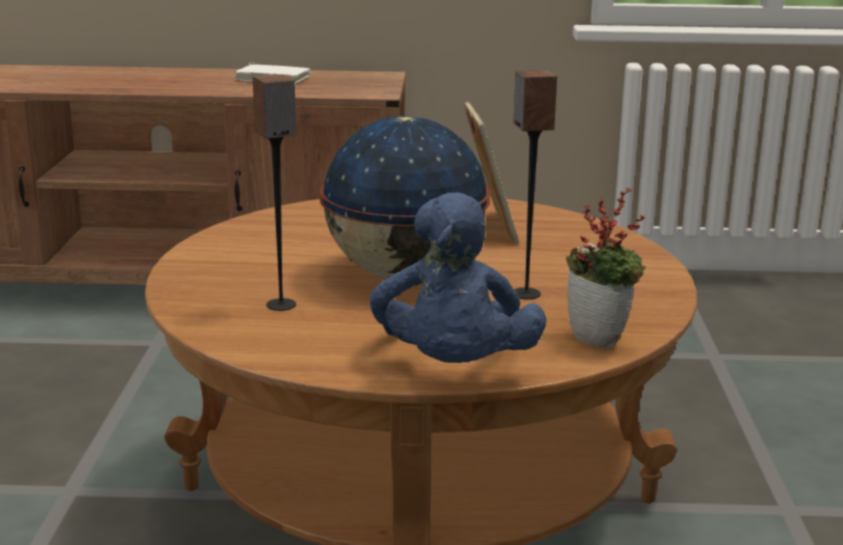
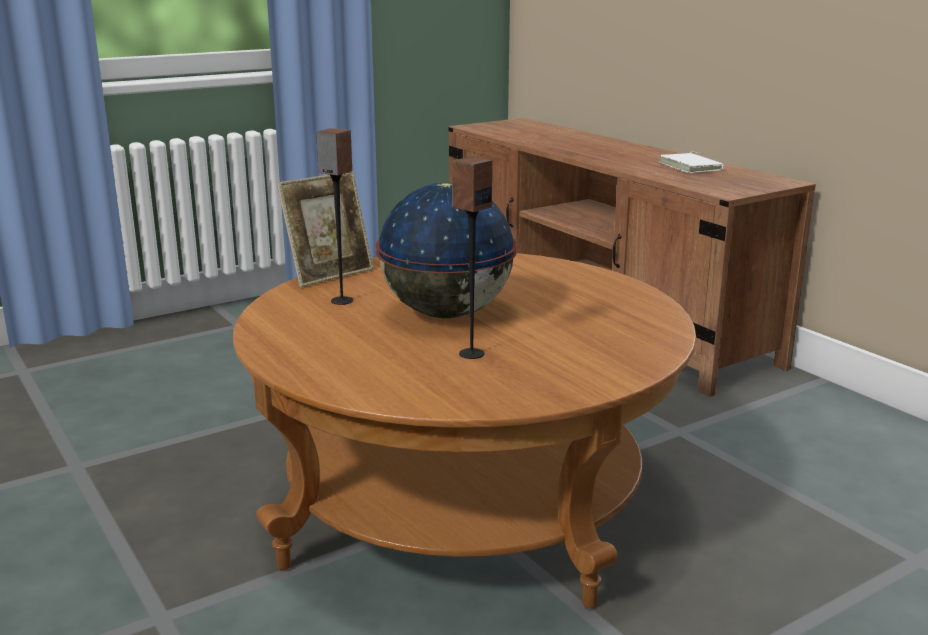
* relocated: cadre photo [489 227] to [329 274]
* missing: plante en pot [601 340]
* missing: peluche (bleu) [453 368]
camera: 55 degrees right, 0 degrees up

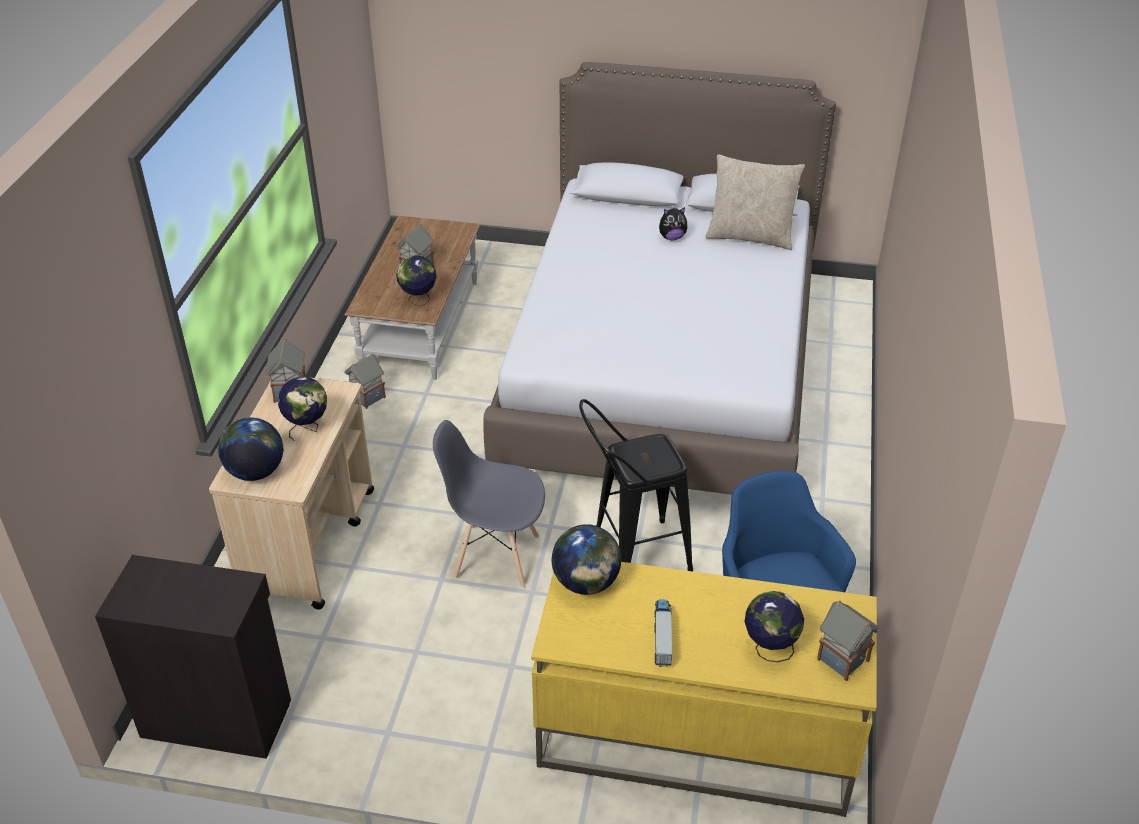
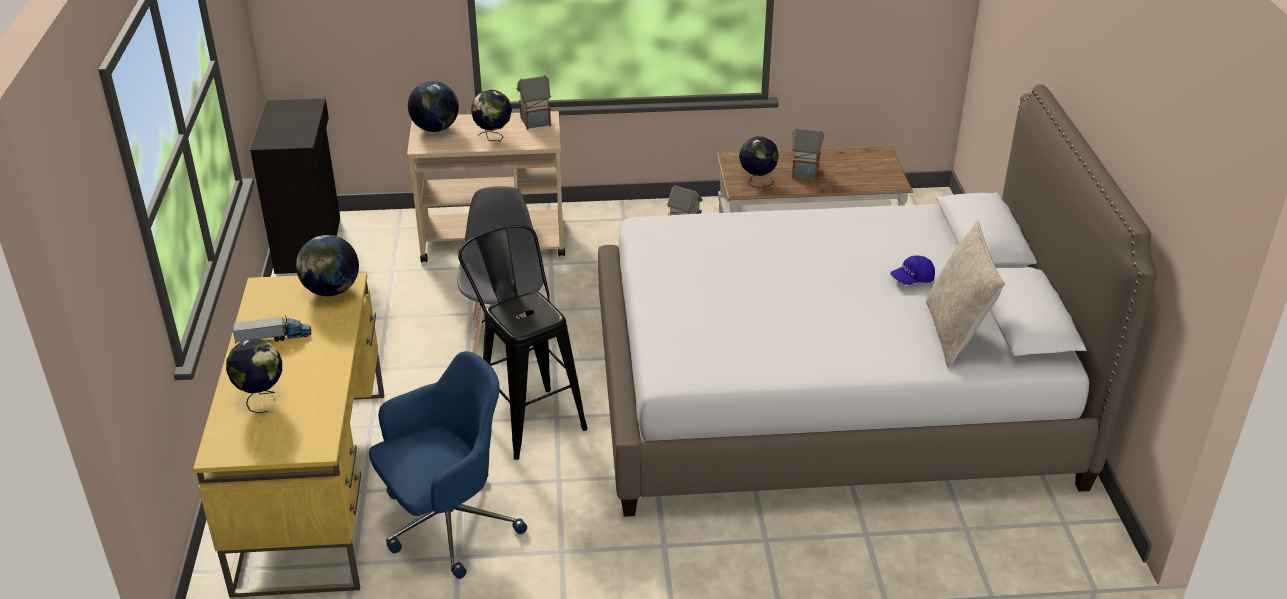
* exchanged: peluche [672 237] to casquette (bleu) [912 279]
* missing: maison miniature [841 659]
camera: 75 degrees right, 5 degrees down

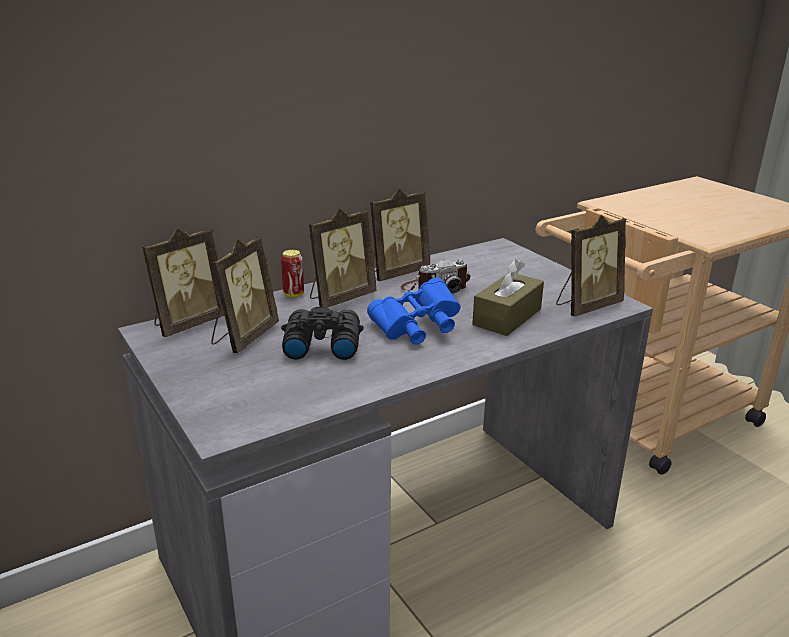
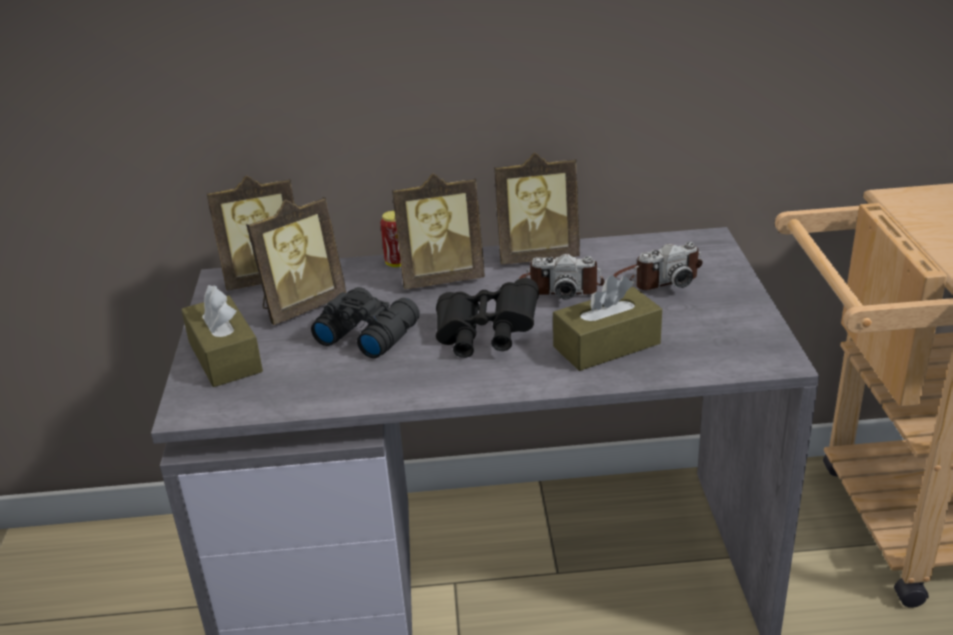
* missing: cadre photo [586 306]
* colour: jumelles (bleu) [416 328] to jumelles (noir) [485 337]
* appeared: appareil photo [657 278]
* appeared: boîte à mouchoirs (marron) [225 357]
camera: 30 degrees right, 5 degrees up

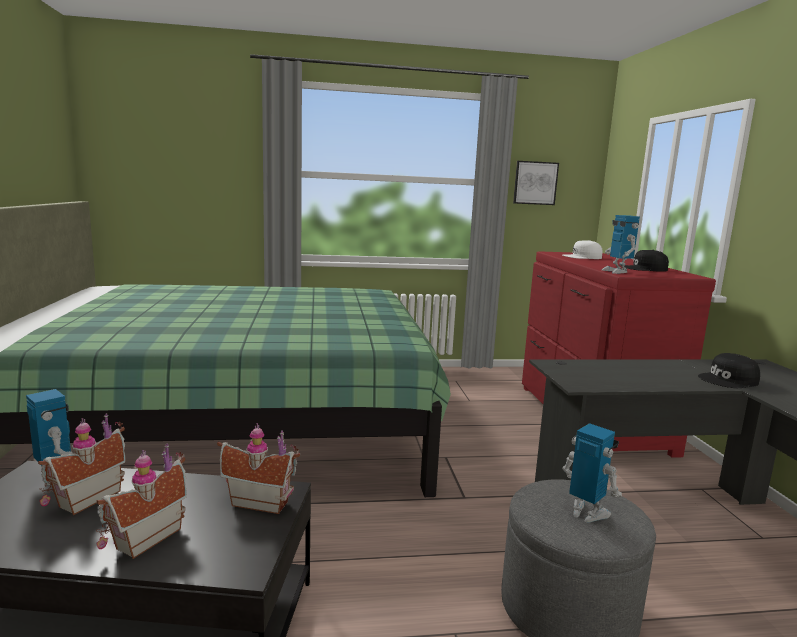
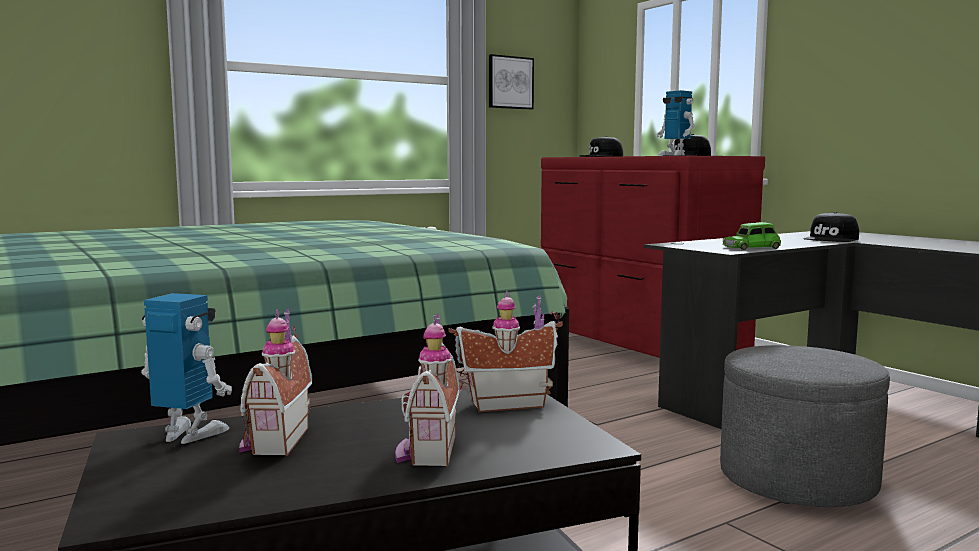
* colour: casquette (blanc) [582 257] to casquette (noir) [602 156]
* missing: robot jouet [586 514]
* appeared: petite voiture (vert) [752 247]
camera: 25 degrees left, 5 degrees down

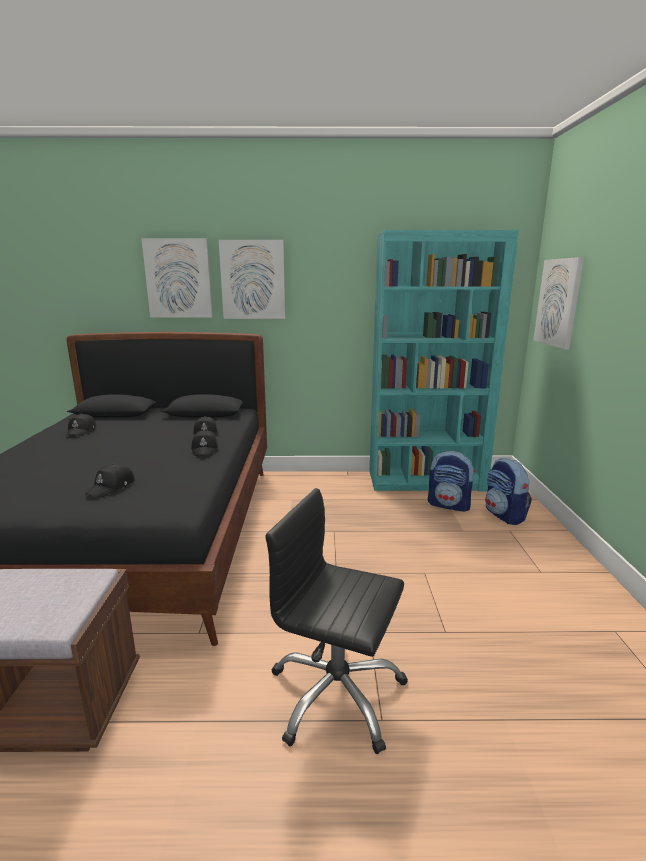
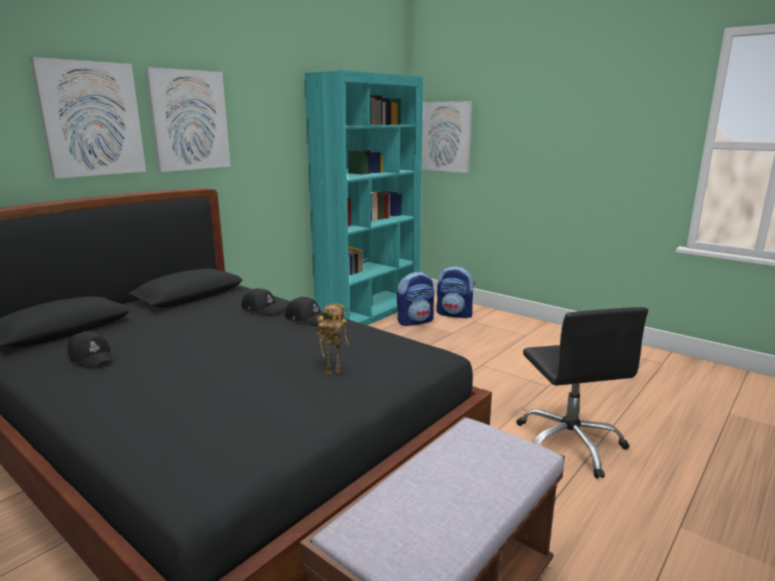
* exchanged: casquette (noir) [112 487] to robot jouet [333 371]
* spun: chaise de bureau (noir) [336 694] = [569 444] 75 degrees counterclockwise
camera: 50 degrees left, 0 degrees up

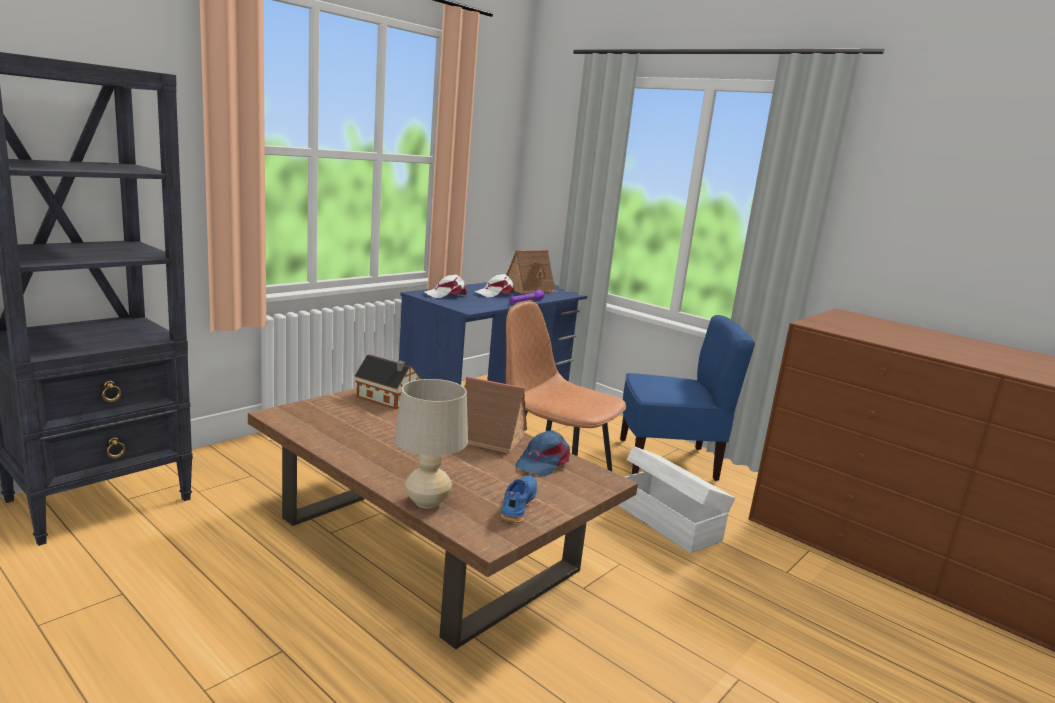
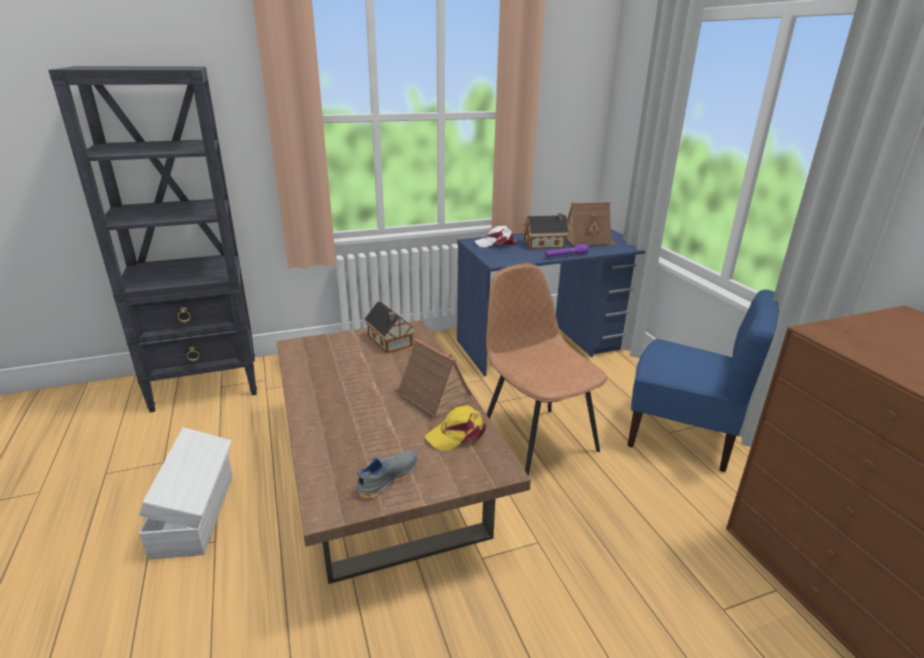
* exchanged: casquette (blanc) [495 293] to maison miniature [546 244]
* missing: lampe de table (beige) [427 502]
* colour: casquette (bleu) [542 462] to casquette (jaune) [458 434]
* relocated: boîte de rangement (blanc) [668 521] to [196 513]
* colour: chaussure (bleu) [517 506] to chaussure (gris) [386 479]
camera: 30 degrees right, 10 degrees up

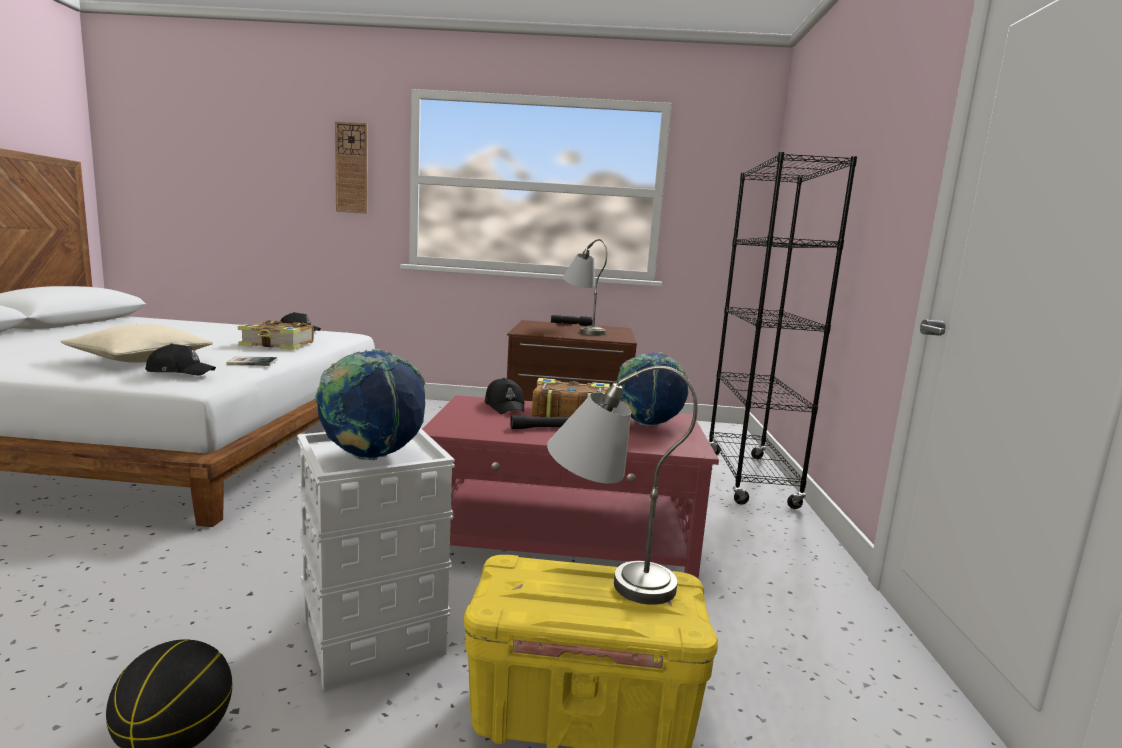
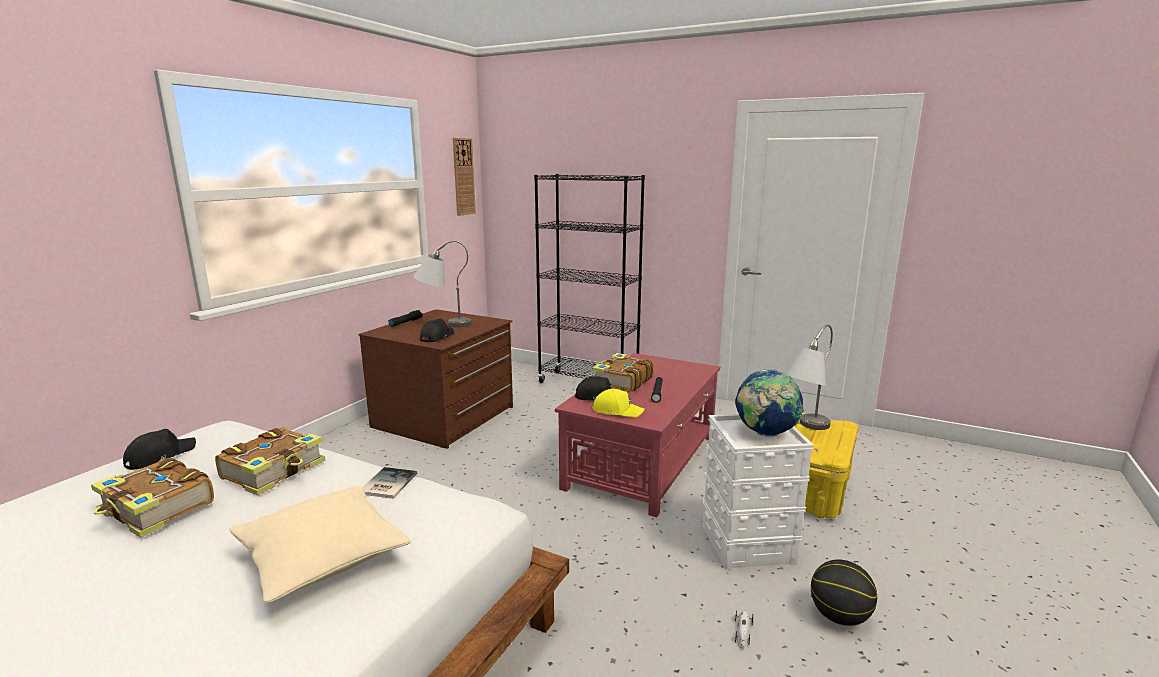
* relocated: horloge murale [352 168] to [463 177]
* relocated: casquette (noir) [180 371] to [437 337]
* missing: globe [648 425]
* appeared: casquette (jaune) [617 411]
* appeared: livre [156 509]
* appeared: petite voiture [743 632]
camera: 65 degrees left, 5 degrees up

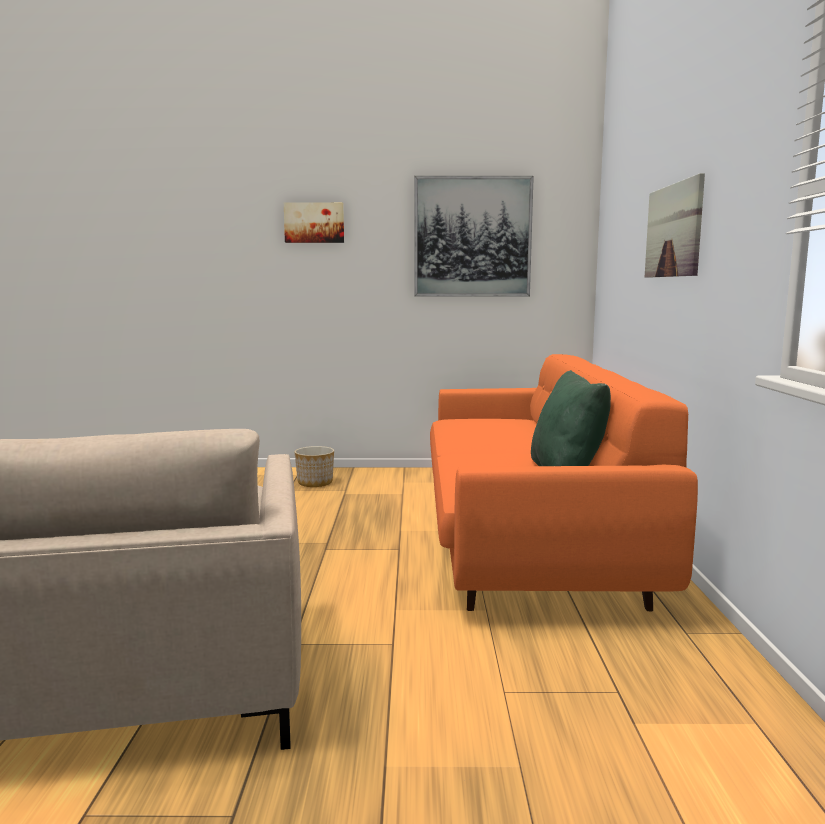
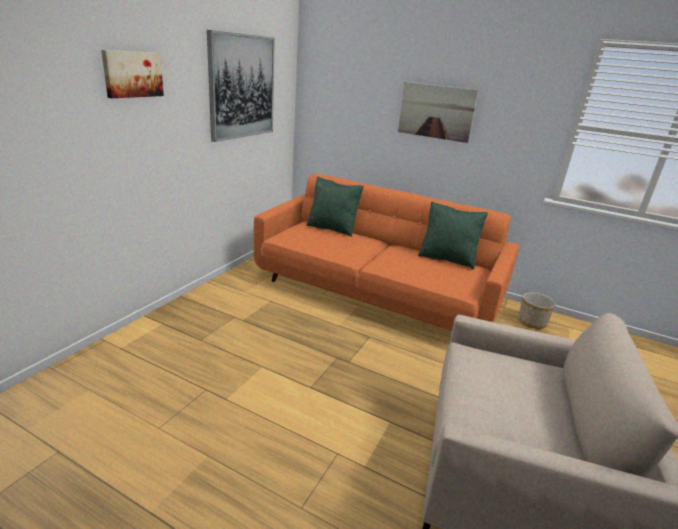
* relocated: cache-pot [315 483] to [532 322]
* appeared: coussin (vert) [332 228]
camera: 65 degrees left, 15 degrees up

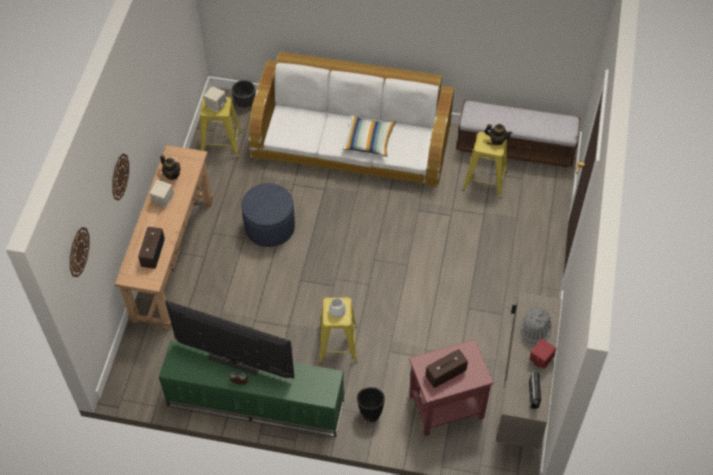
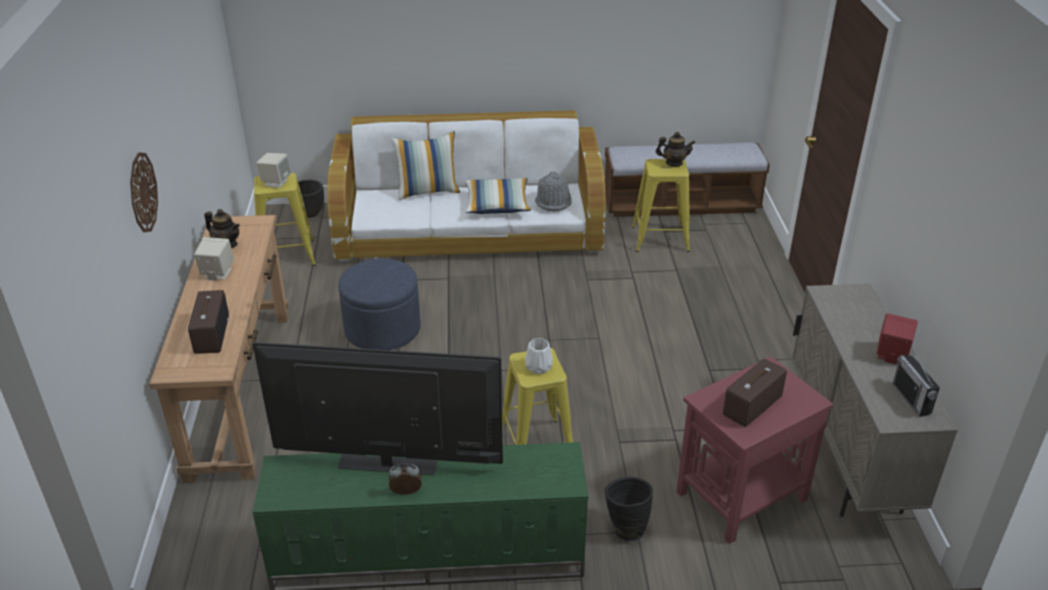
* missing: horloge murale [78 252]
* relocated: chapeau (gris) [535 328] to [553 202]
* appeared: coussin [428 191]
camera: 15 degrees left, 20 degrees down

